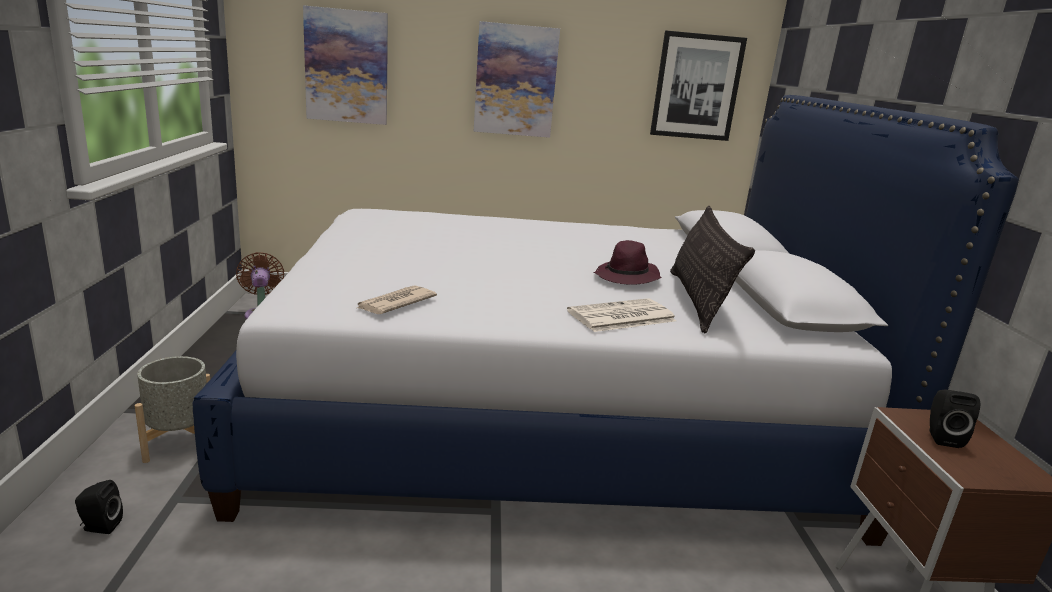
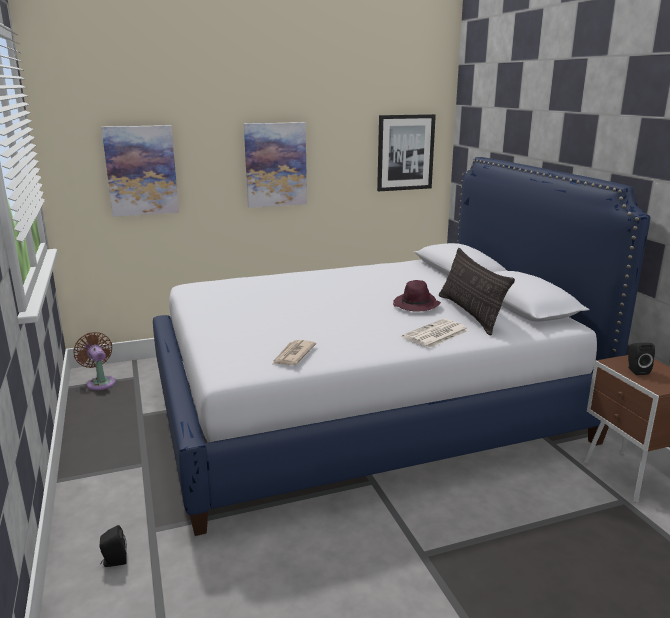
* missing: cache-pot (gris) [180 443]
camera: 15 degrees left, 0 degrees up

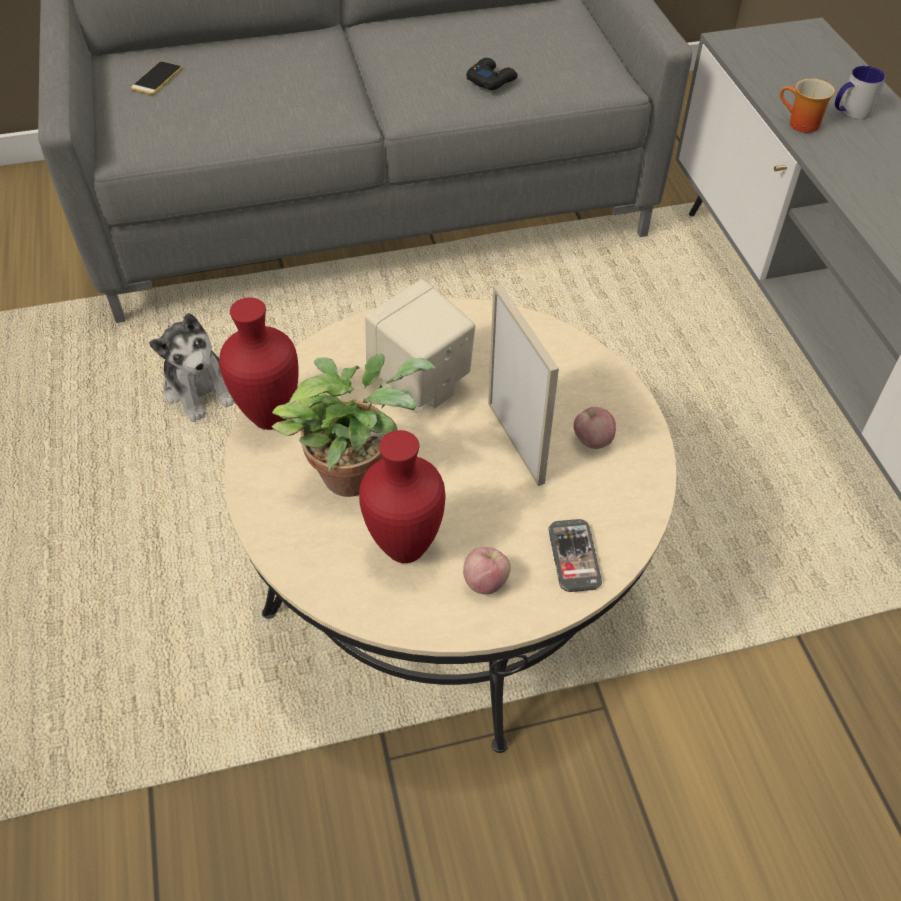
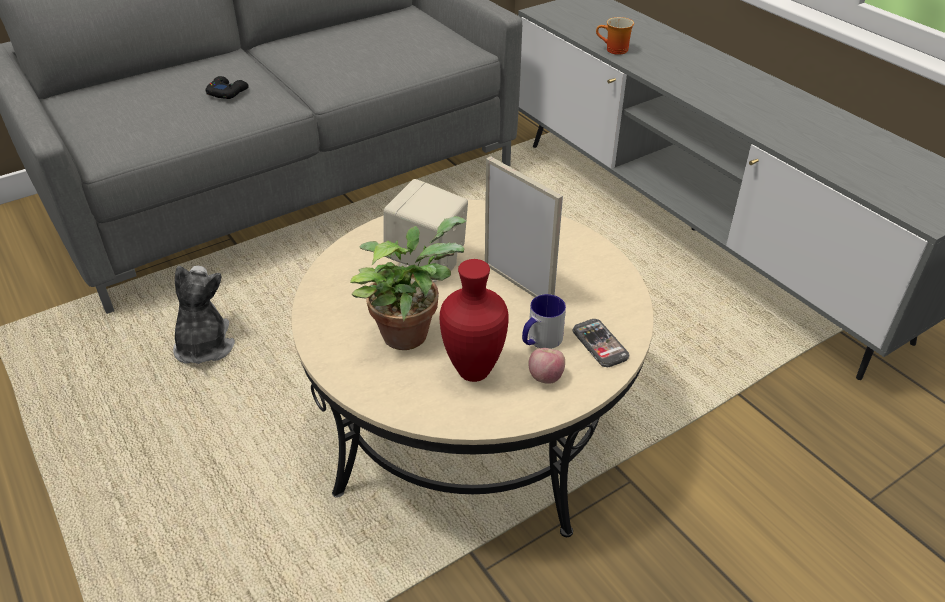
* relocated: manette (noir) [491 80] to [227 92]
* missing: téléphone [157 79]
* relocated: mug [850 111] to [540 340]
* missing: vase (rouge) [268 419]
* spun: peluche [200 389] = [204 345] 135 degrees counterclockwise
* missing: pomme [592 440]
camera: 20 degrees left, 10 degrees down

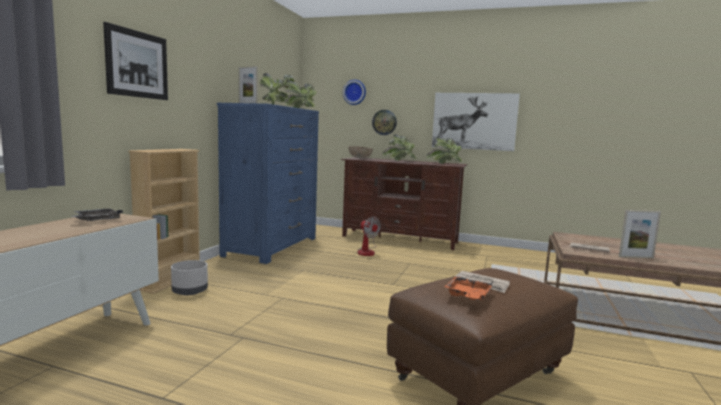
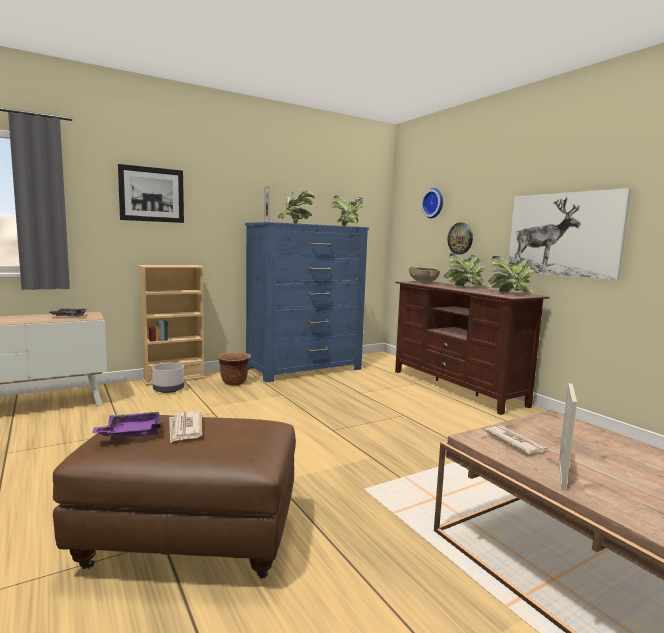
* spun: cadre photo [636 257] = [562 475] 105 degrees counterclockwise
* missing: ventilateur [367 251]
* colour: plateau (orange) [468 296] to plateau (violet) [131 433]
* appeared: cache-pot (marron) [234 382]
camera: 40 degrees right, 0 degrees up

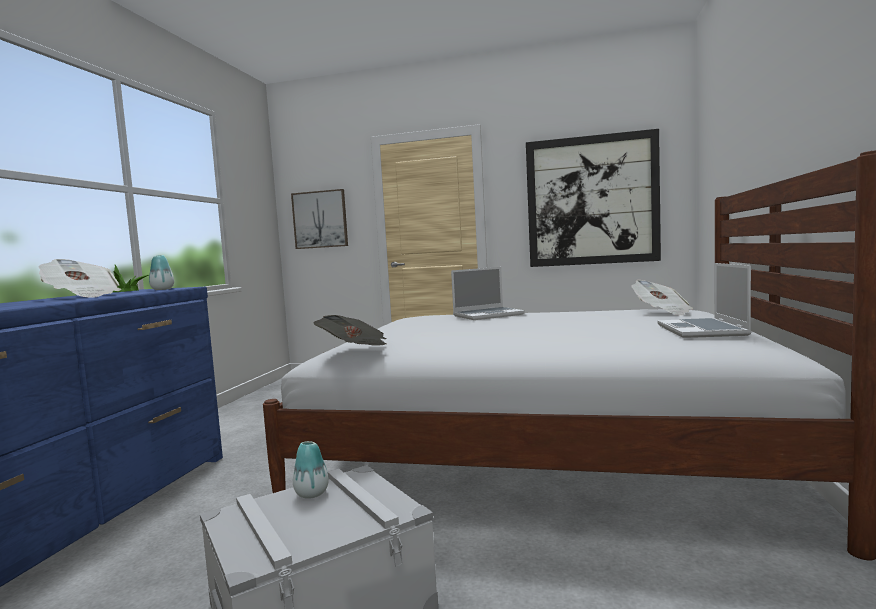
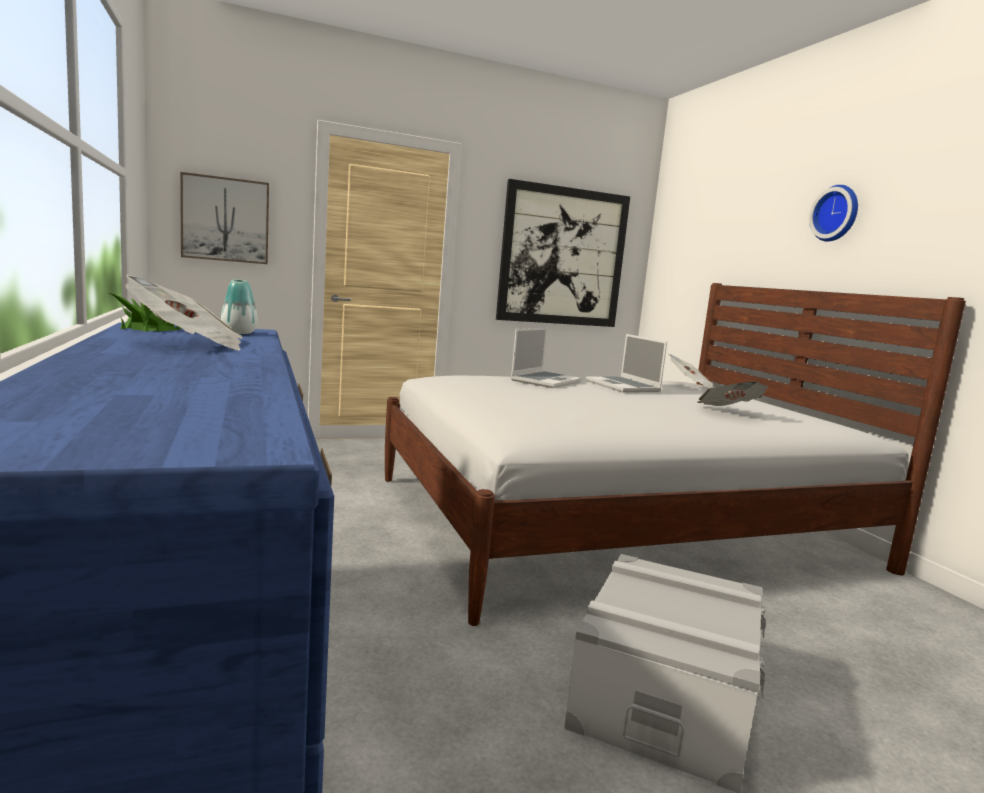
* relocated: ordinateur portable [703 330] to [623 386]
* relocated: journal [355 351] to [728 412]
* missing: vase [311 494]
* appeared: horloge murale [837 214]
camera: 35 degrees left, 5 degrees up

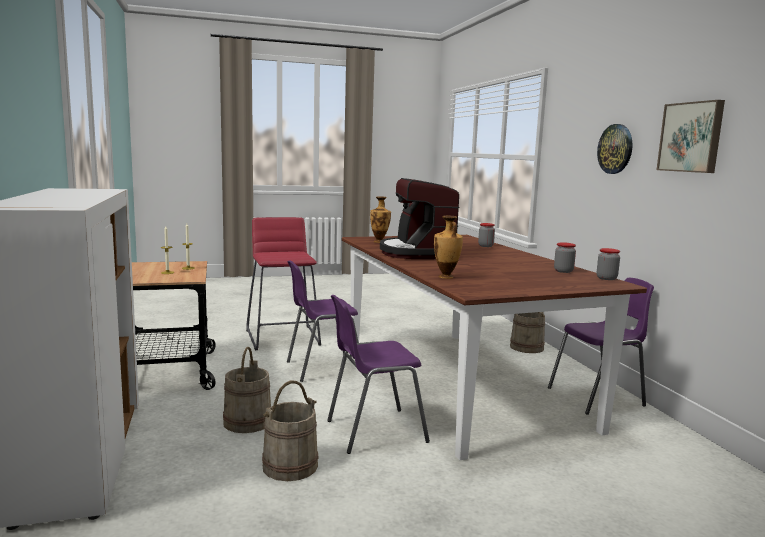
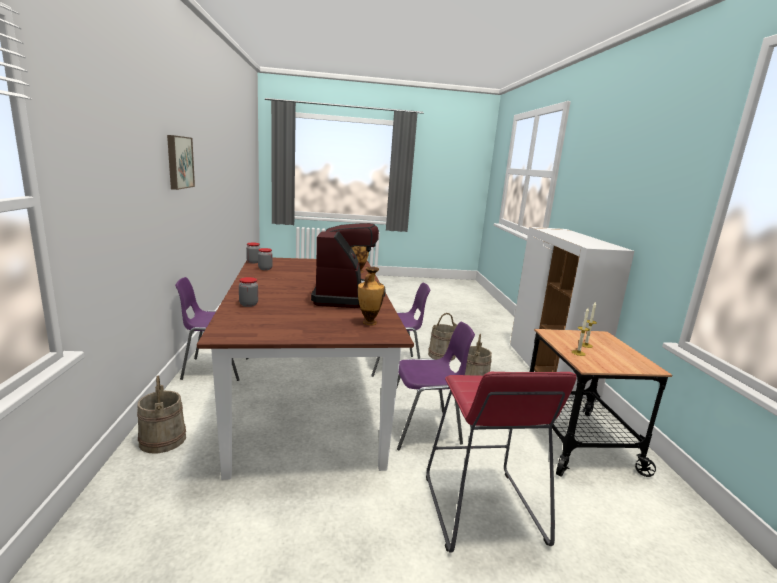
* missing: horloge murale [615 149]
camera: 170 degrees left, 5 degrees up

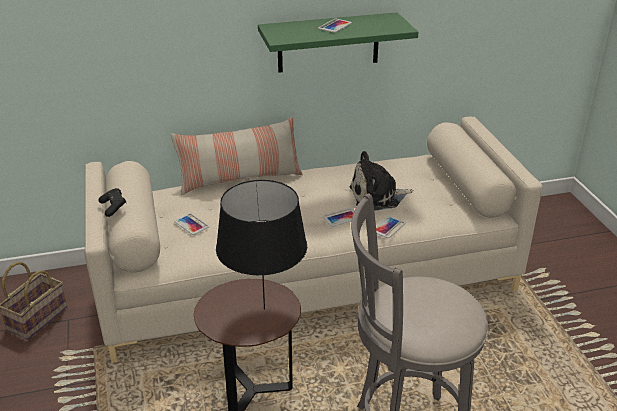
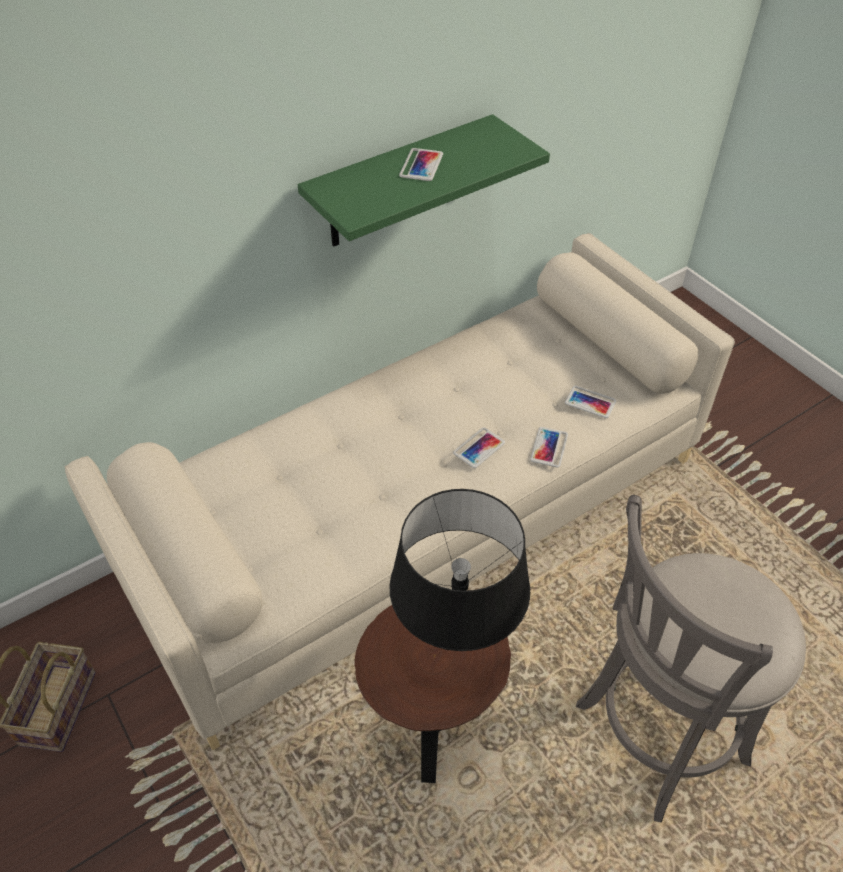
* missing: coussin [239 178]
* missing: peluche [377 196]
* missing: manette (noir) [113 207]
* relocated: téléphone [191 224] to [590 402]
camera: 20 degrees left, 15 degrees up

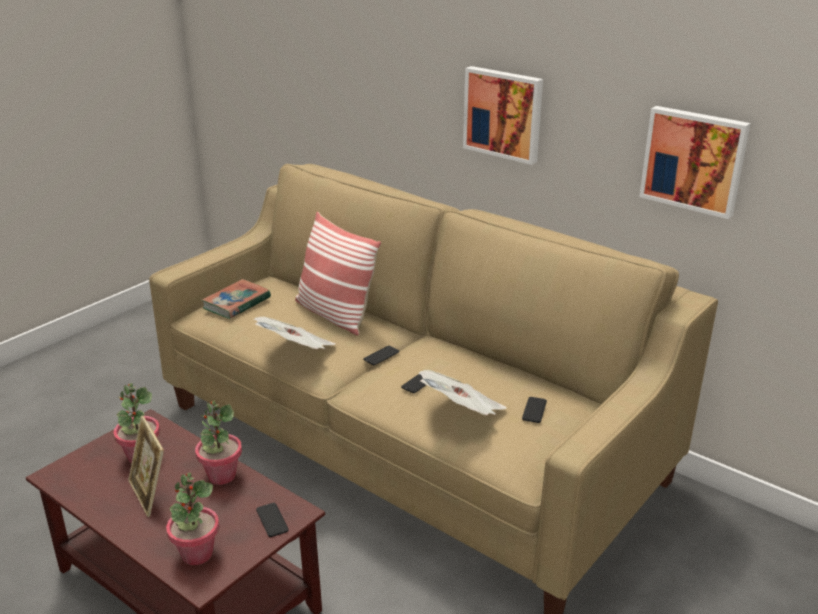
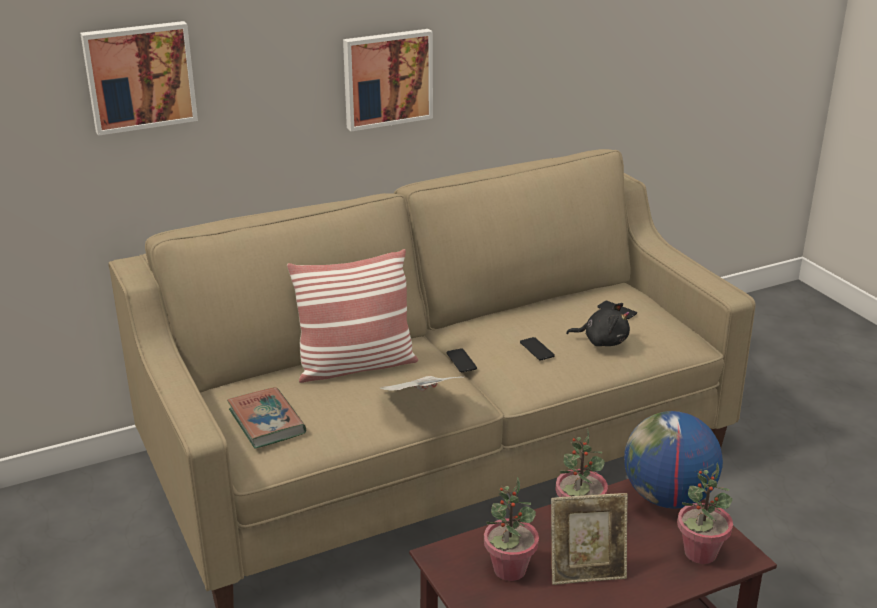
* relocated: tableau [694 160] to [139 76]
* exchanged: journal [462 412] to peluche (noir) [602 341]
* exchanged: téléphone [272 520] to globe [667 498]
camera: 65 degrees left, 0 degrees up

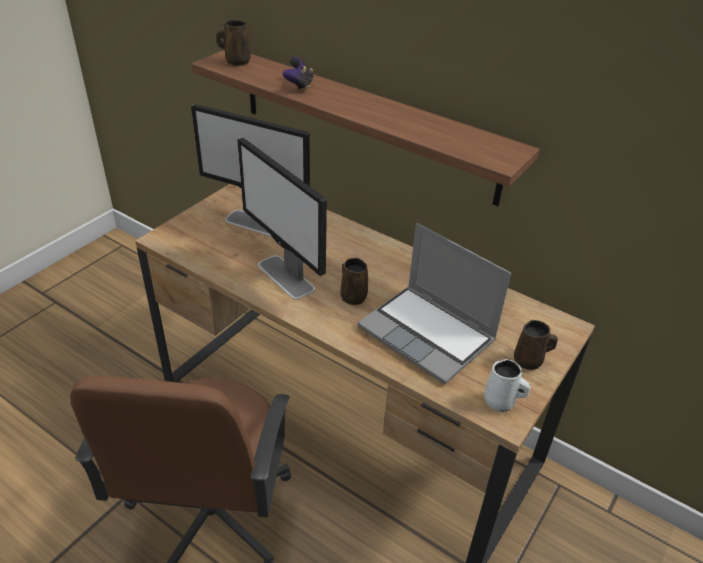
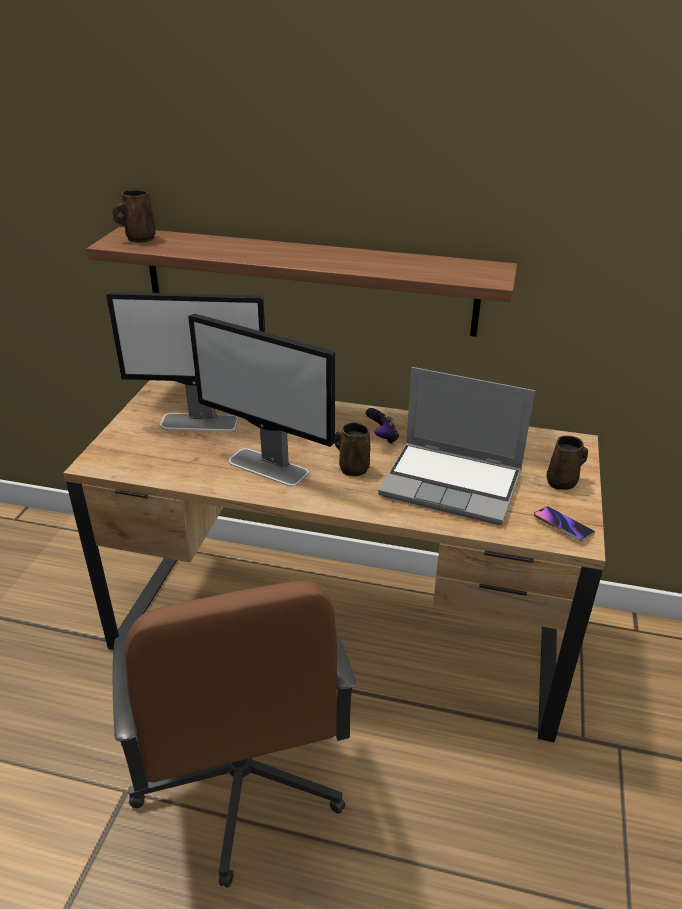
* relocated: manette [299 86] to [382 438]
* exchanged: mug (blanc) [501 402] to téléphone [563 526]
camera: 20 degrees left, 5 degrees down

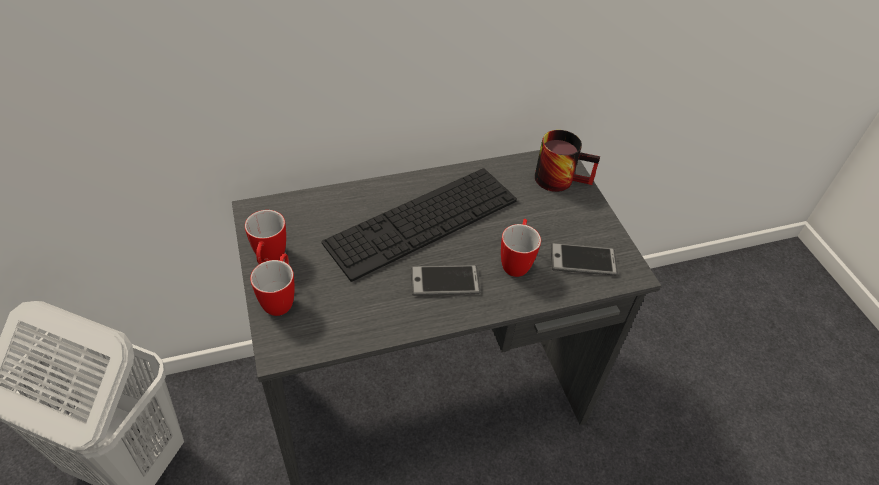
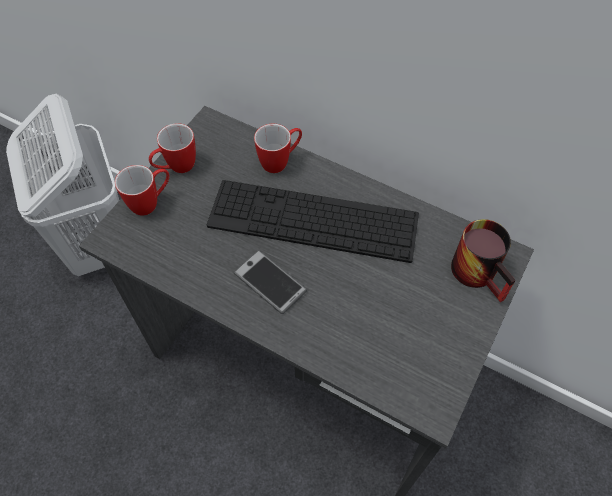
* relocated: mug [516 261] to [280 161]
* missing: téléphone [583 260]
camera: 50 degrees right, 10 degrees up

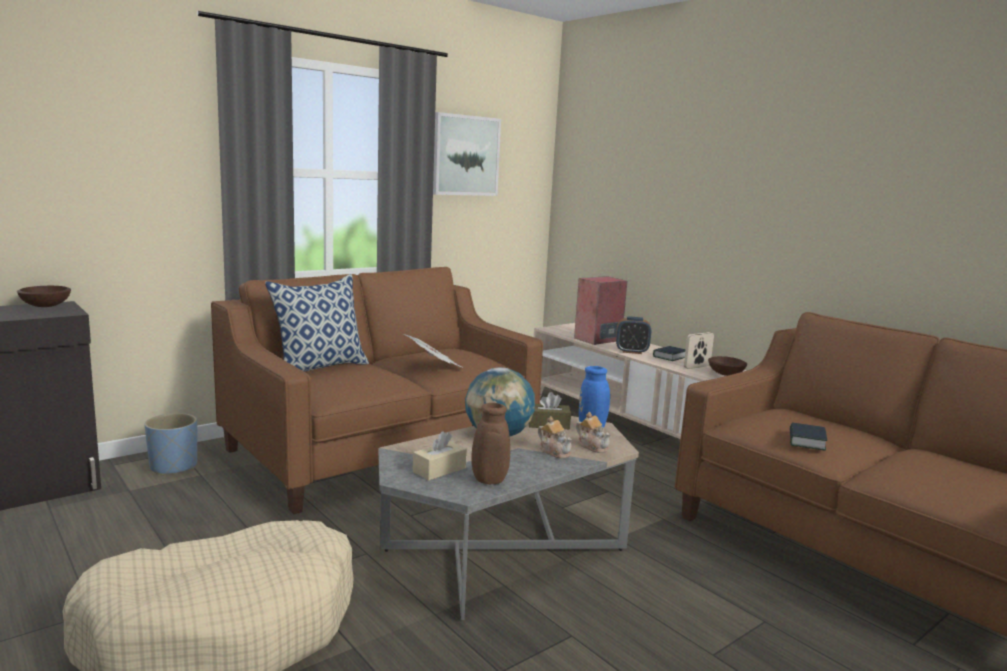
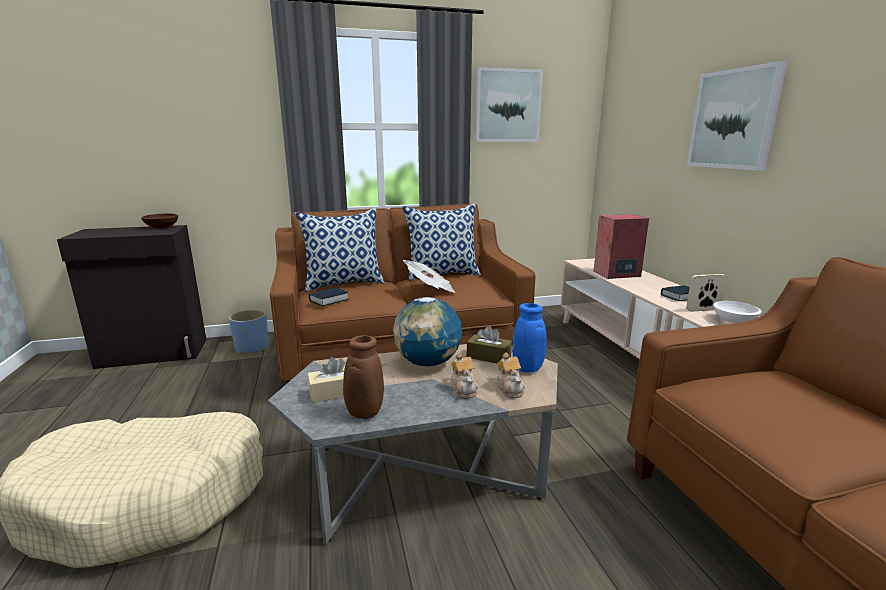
* missing: réveil [631 351]
* colour: bol (marron) [725 374] to bol (blanc) [733 321]
* relocated: livre [806 441] to [329 300]
* appeared: tableau [733 119]
* appeared: coussin [442 274]
camera: 25 degrees right, 5 degrees up

